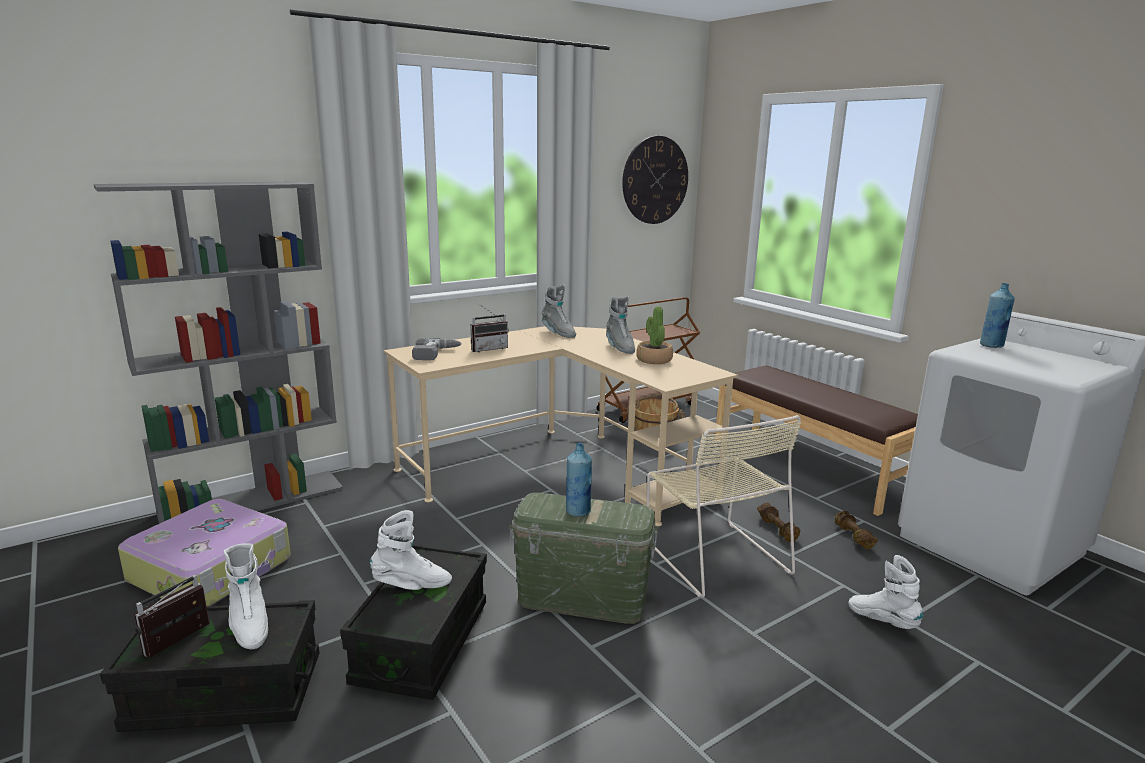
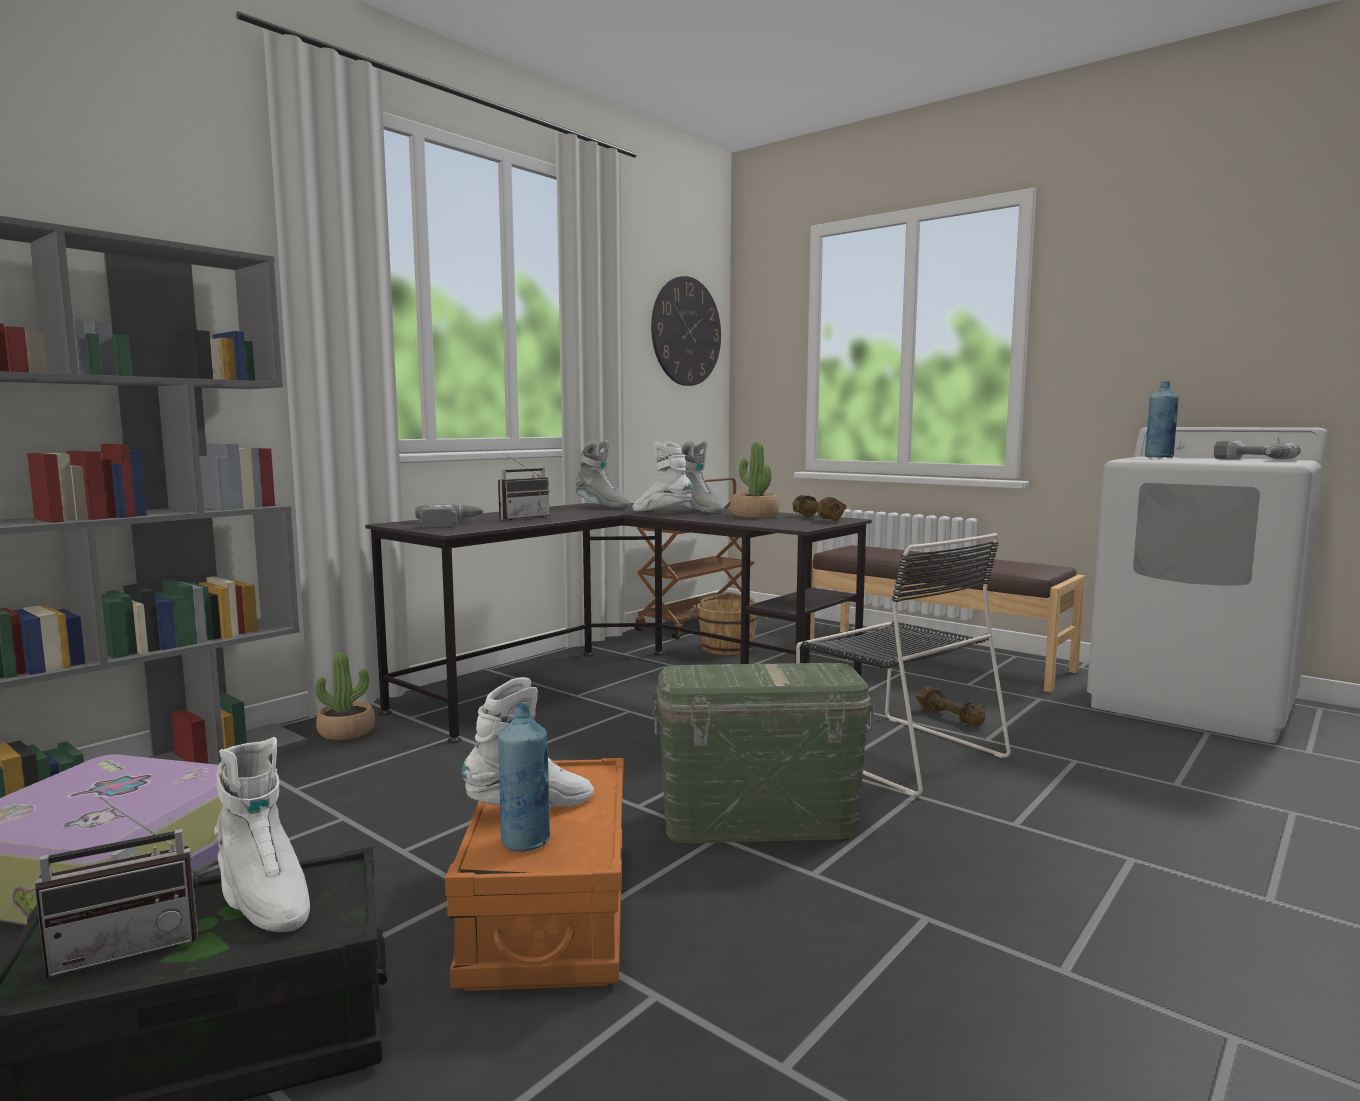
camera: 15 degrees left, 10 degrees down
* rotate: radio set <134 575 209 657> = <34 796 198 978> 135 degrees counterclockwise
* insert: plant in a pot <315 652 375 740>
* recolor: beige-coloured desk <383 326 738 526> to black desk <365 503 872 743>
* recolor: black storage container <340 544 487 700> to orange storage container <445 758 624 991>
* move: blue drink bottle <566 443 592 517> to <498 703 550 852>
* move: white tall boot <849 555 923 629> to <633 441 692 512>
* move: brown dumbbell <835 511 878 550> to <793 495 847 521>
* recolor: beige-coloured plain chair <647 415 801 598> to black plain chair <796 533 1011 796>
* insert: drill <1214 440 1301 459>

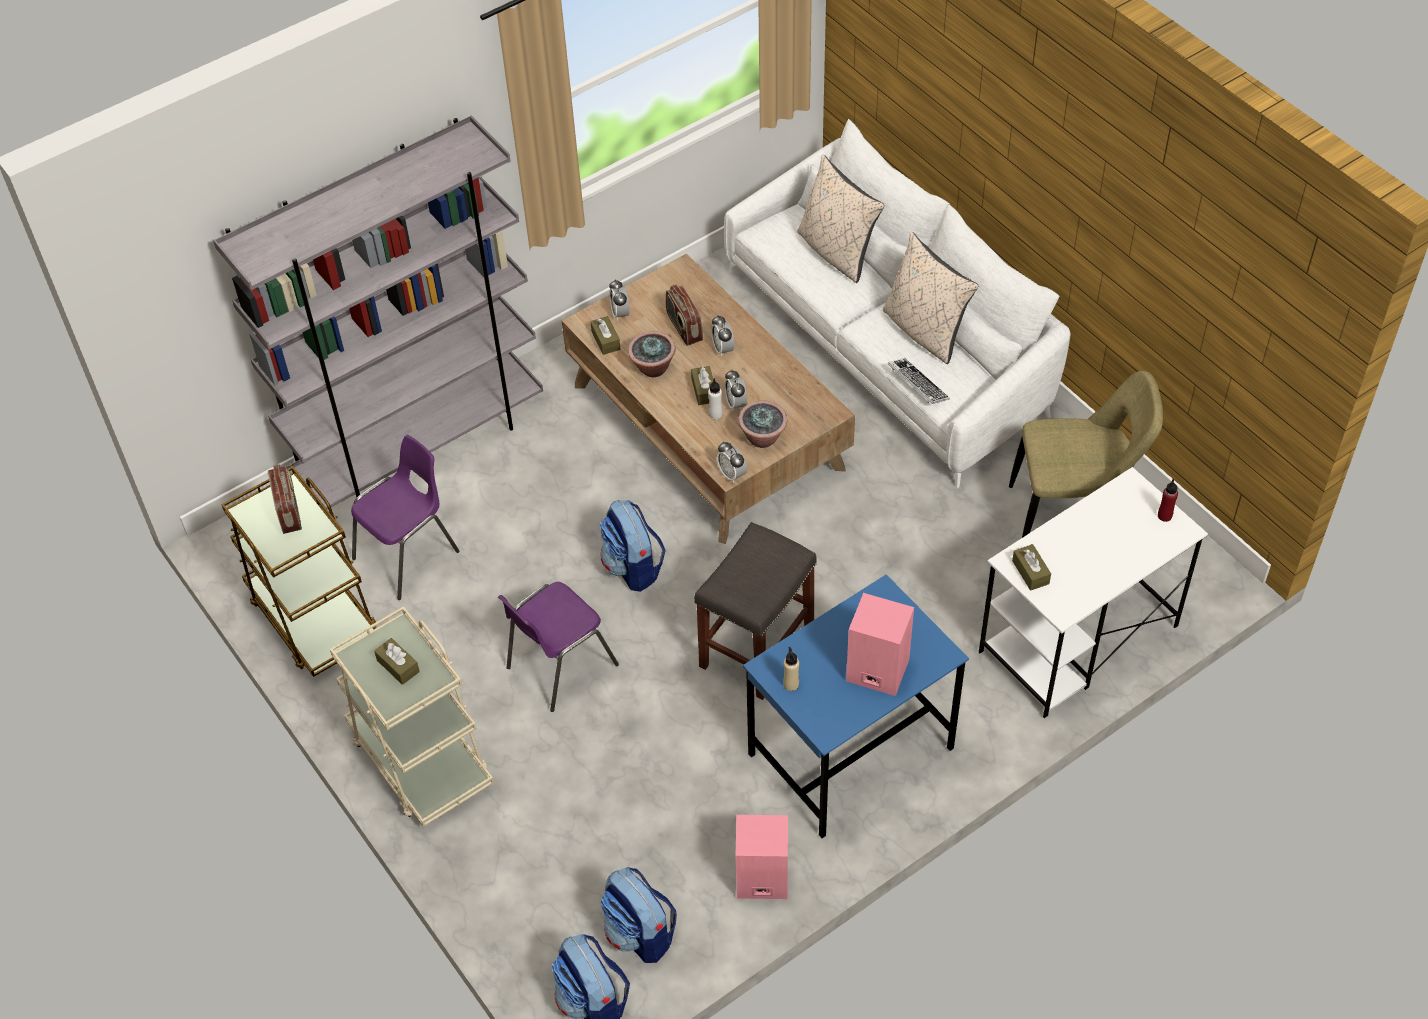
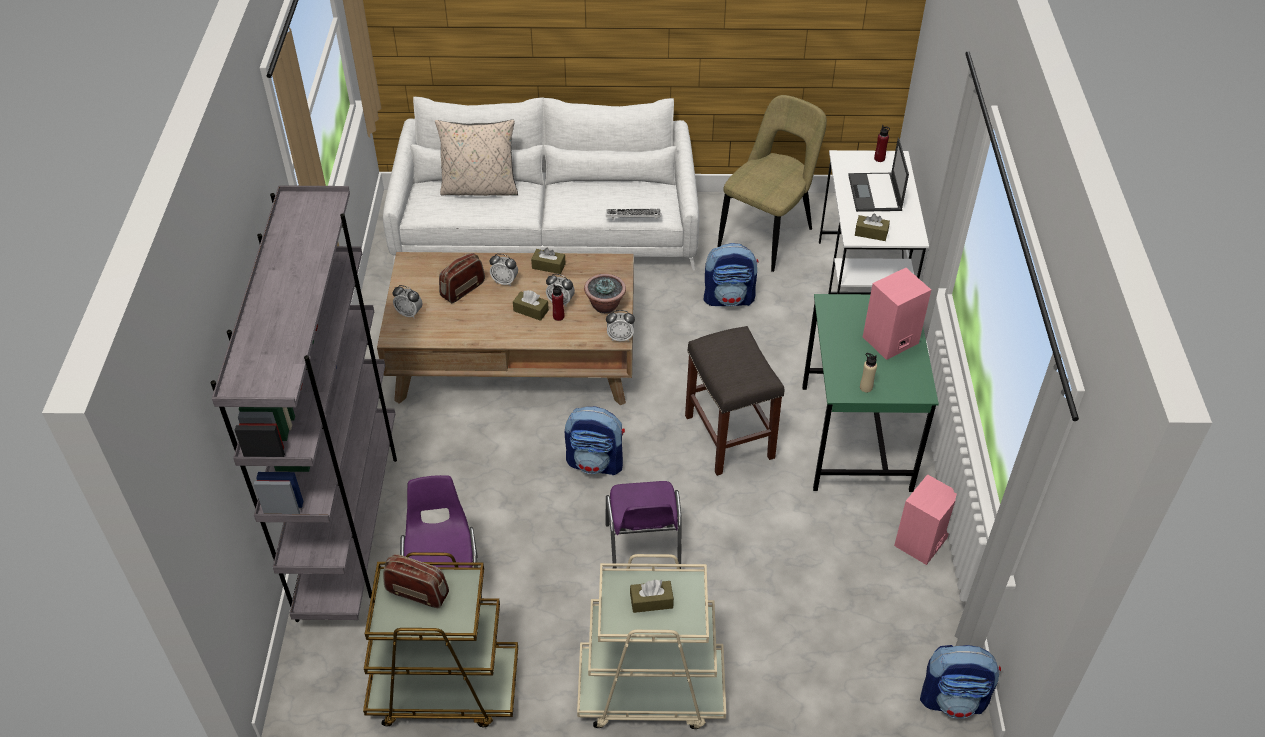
camera: 55 degrees left, 5 degrees down
* rotate: radio set <666 285 703 346> = <439 253 485 303> 120 degrees clockwise
* move: brown box of tissues <590 316 620 355> to <531 248 566 274>
* recolor: white drink bottle <708 379 723 419> to red-coloured drink bottle <552 284 564 321>
* move: backpack <601 867 677 963> to <704 243 759 306>
* recolor: blue desk <743 575 969 838> to green desk <802 294 939 492>
* insert: laptop <848 137 909 212>
* delete: plant in a pot <628 331 675 377>
* delete: beige-coloured throw pillow <883 232 978 364>

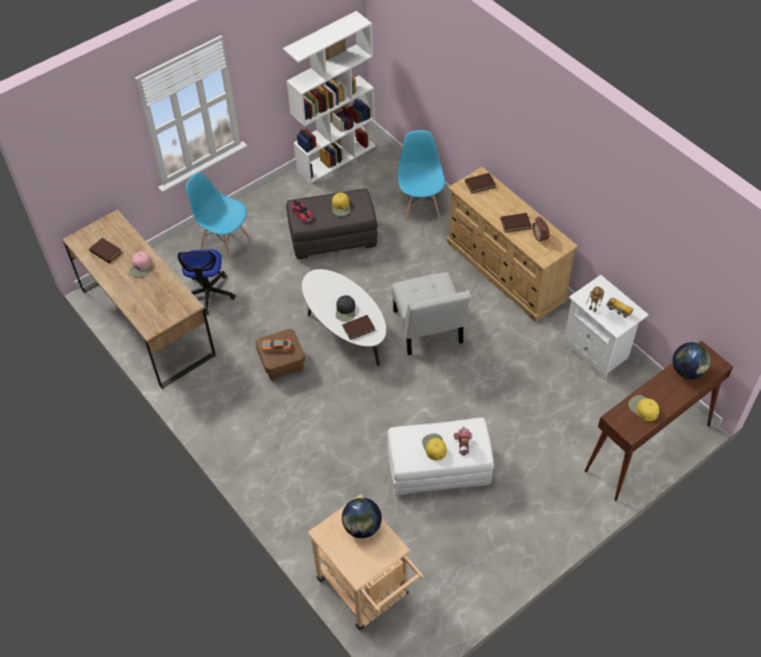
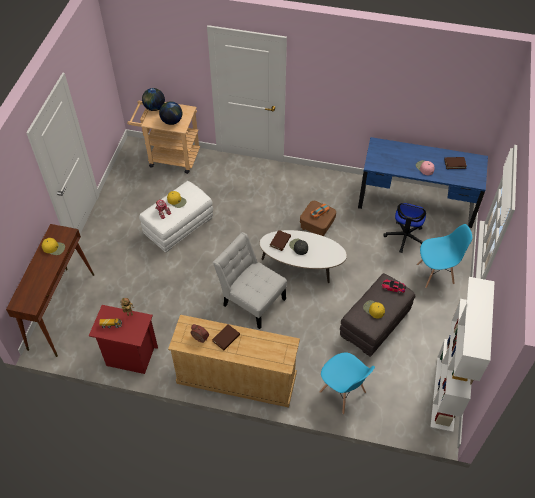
camera: 140 degrees right, 0 degrees up
* recolor: white bedside table <563 275 649 381> to red-coloured bedside table <89 305 158 374>
* move: globe <673 342 711 379> to <142 88 165 111>
* recolor: brown desk <62 210 216 389> to blue desk <358 137 488 228>
* rotate: office chair <178 249 236 315> = <383 203 426 253> 120 degrees counterclockwise
* delete: brown bound book <465 173 496 194>

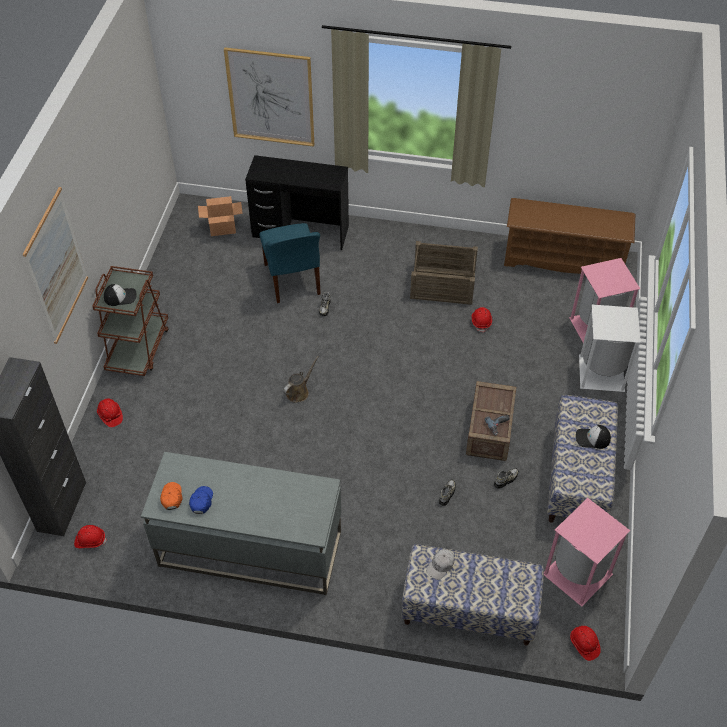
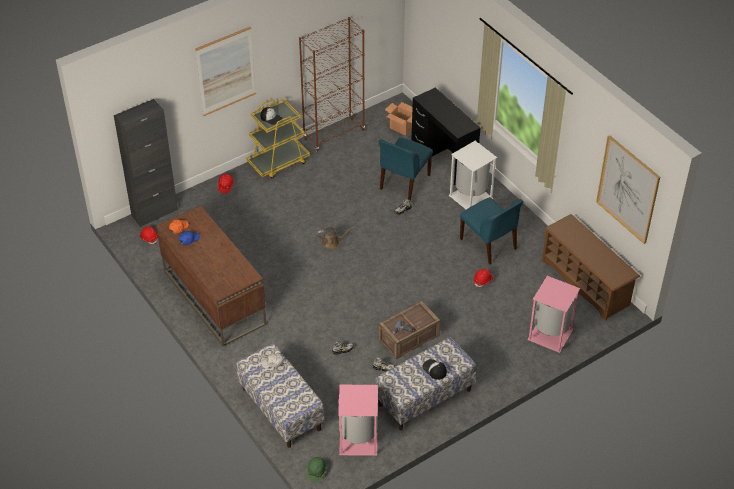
camera: 45 degrees right, 5 degrees down
* recolor: gray desk <141 452 341 595> to brown desk <156 206 267 346>
* recolor: brown trolley <92 266 169 376> to yellow trolley <247 99 310 178>
* insert: brown bookcase <299 17 365 152>
* recolor: red-coloured hard hat <570 626 601 661> to green hard hat <307 457 327 482>
* move: white waste bin <579 305 641 392> to <448 141 497 209>
* replace: crate <410 241 478 305> to blue plain chair <460 197 523 265>
* move: picture <224 47 314 147> to <596 135 660 244>

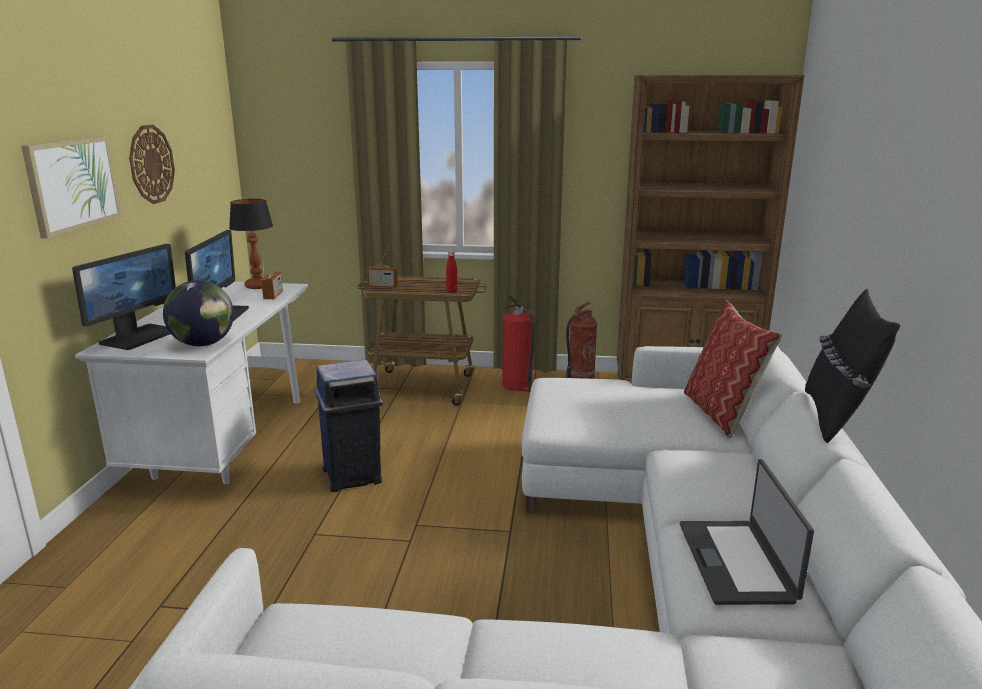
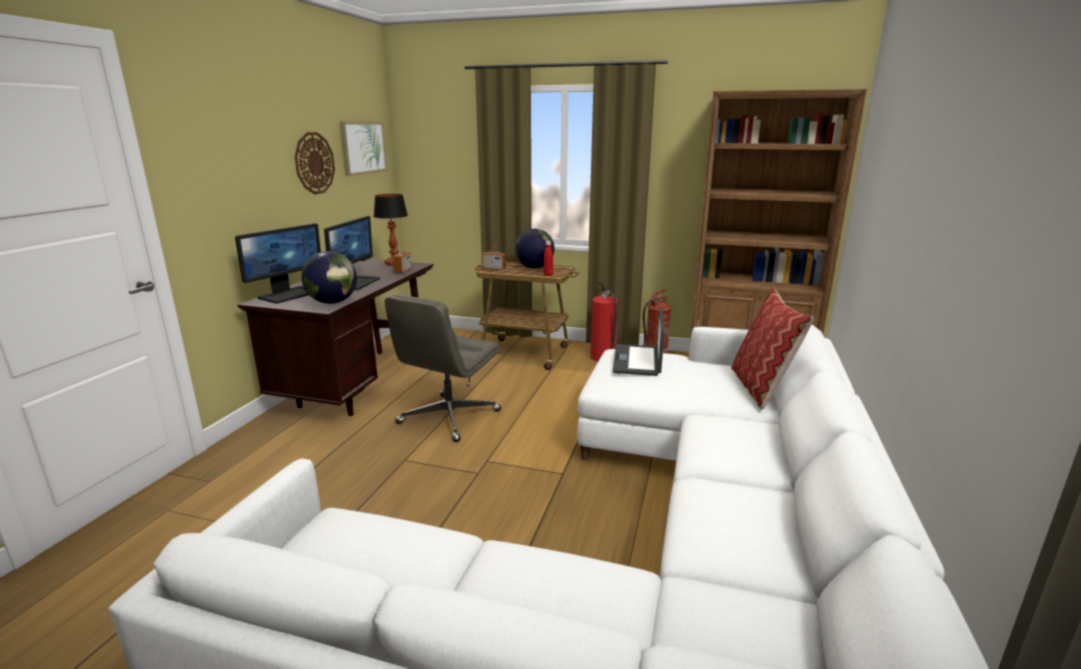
camera: 10 degrees right, 0 degrees up
* recolor: white desk <75 282 308 484> to brown desk <237 259 434 416>
* move: picture <21 136 121 239> to <339 121 387 176>
* replace: blue waste bin <315 360 383 492> to gray office chair <385 294 501 442>
* insert: globe <515 229 554 269>
* move: laptop <680 459 814 605> to <613 308 664 376>
* delete: black throw pillow <805 289 900 443>

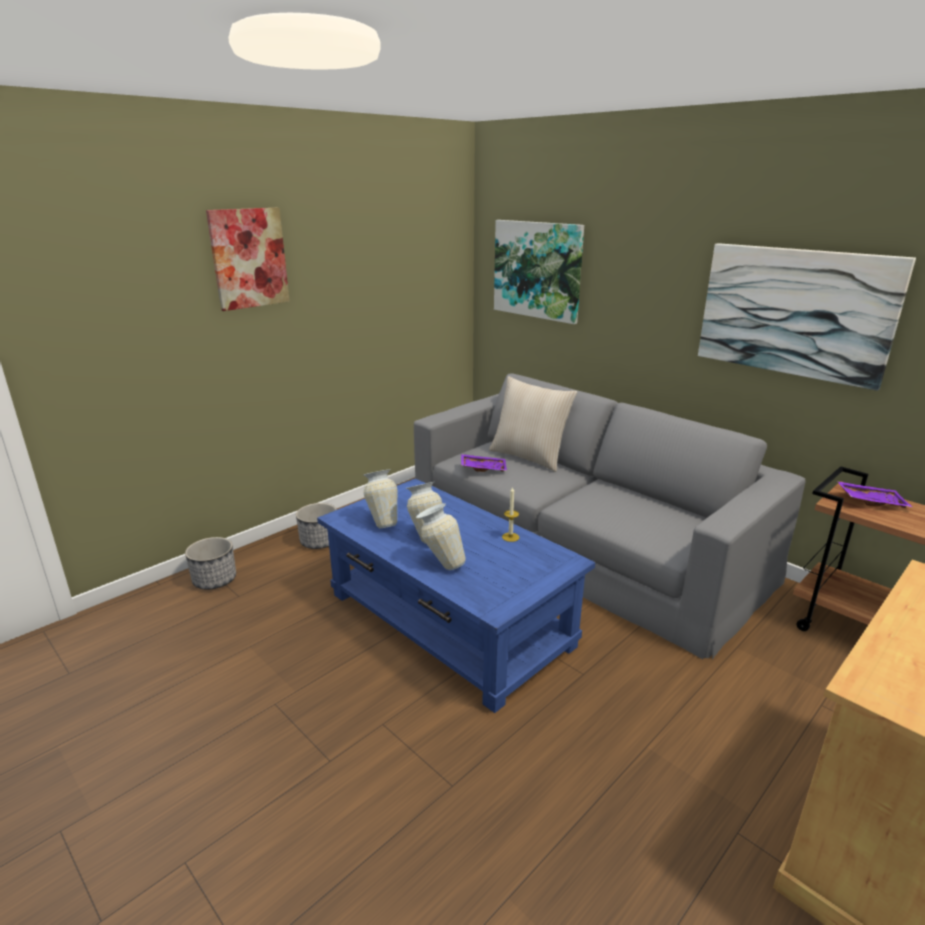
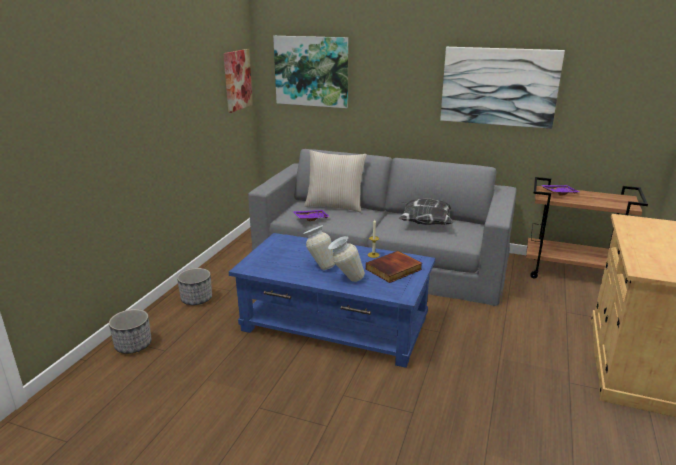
camera: 25 degrees left, 0 degrees up
* move: picture <206 208 290 311> to <223 49 253 113>
* insert: bound book <366 251 422 283>
* insert: throw pillow <399 198 453 225>
* delete: vase <363 469 397 529>

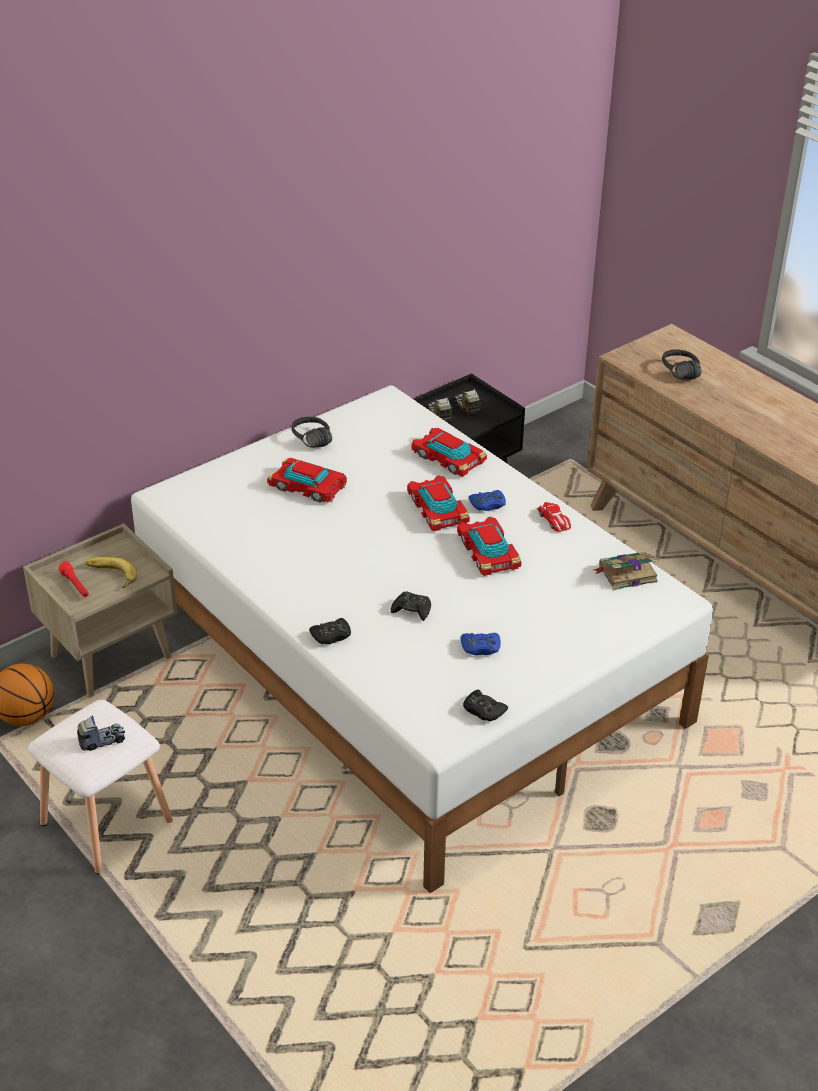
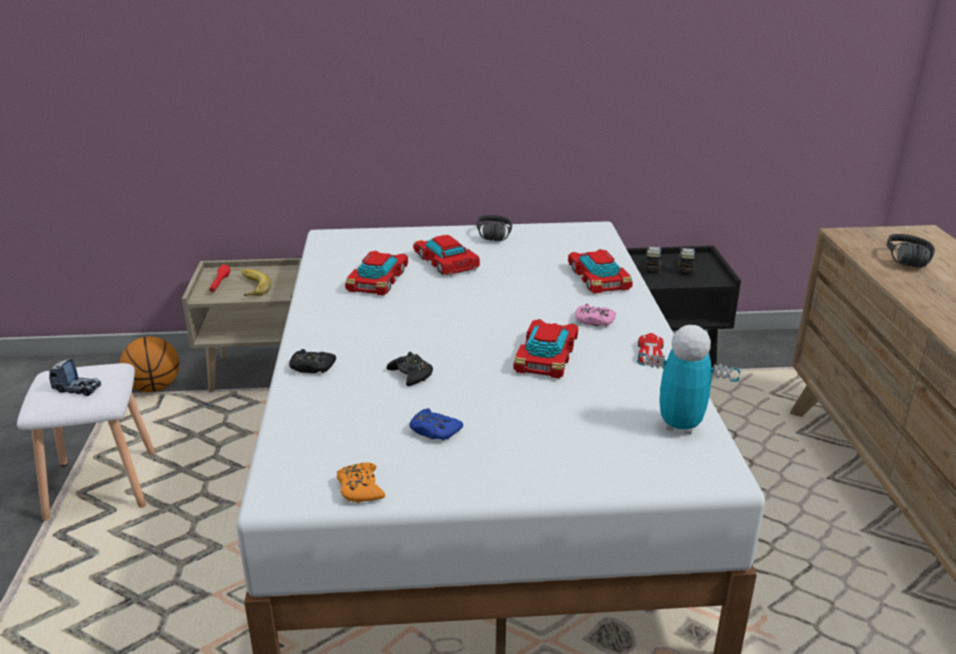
camera: 35 degrees right, 10 degrees down
* recolor: black game controller <463 690 508 721> to orange game controller <337 463 385 503>
* move: model car <407 475 470 531> to <345 251 408 295>
* recolor: blue game controller <469 490 506 511> to pink-coloured game controller <575 304 616 326>
* replace: bound book <594 551 659 590> to model robot <637 325 740 435>

